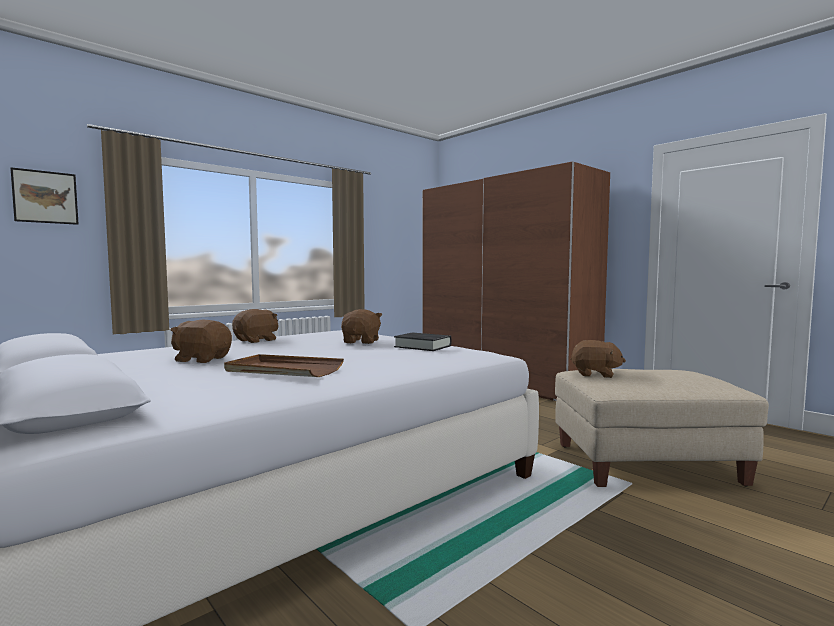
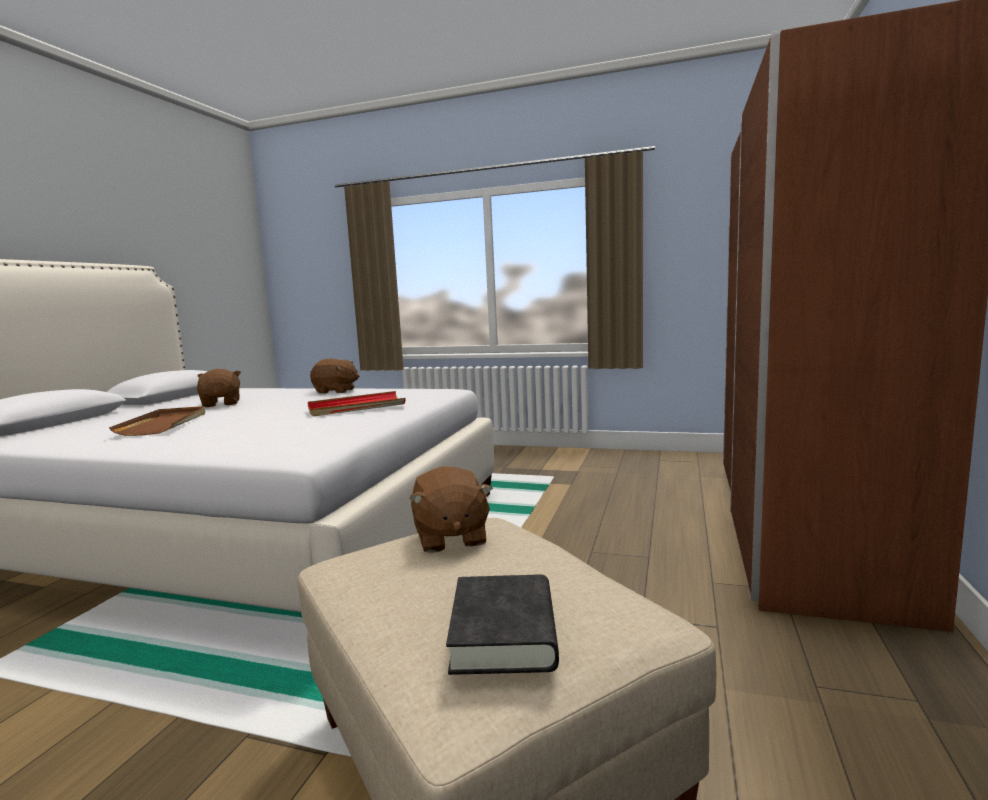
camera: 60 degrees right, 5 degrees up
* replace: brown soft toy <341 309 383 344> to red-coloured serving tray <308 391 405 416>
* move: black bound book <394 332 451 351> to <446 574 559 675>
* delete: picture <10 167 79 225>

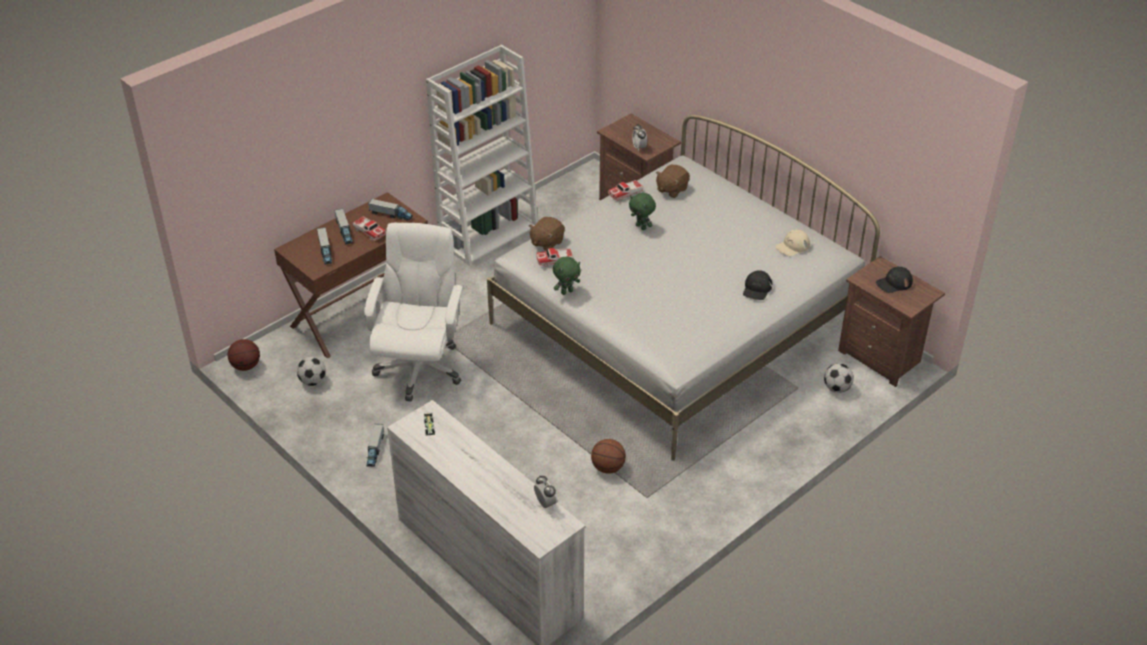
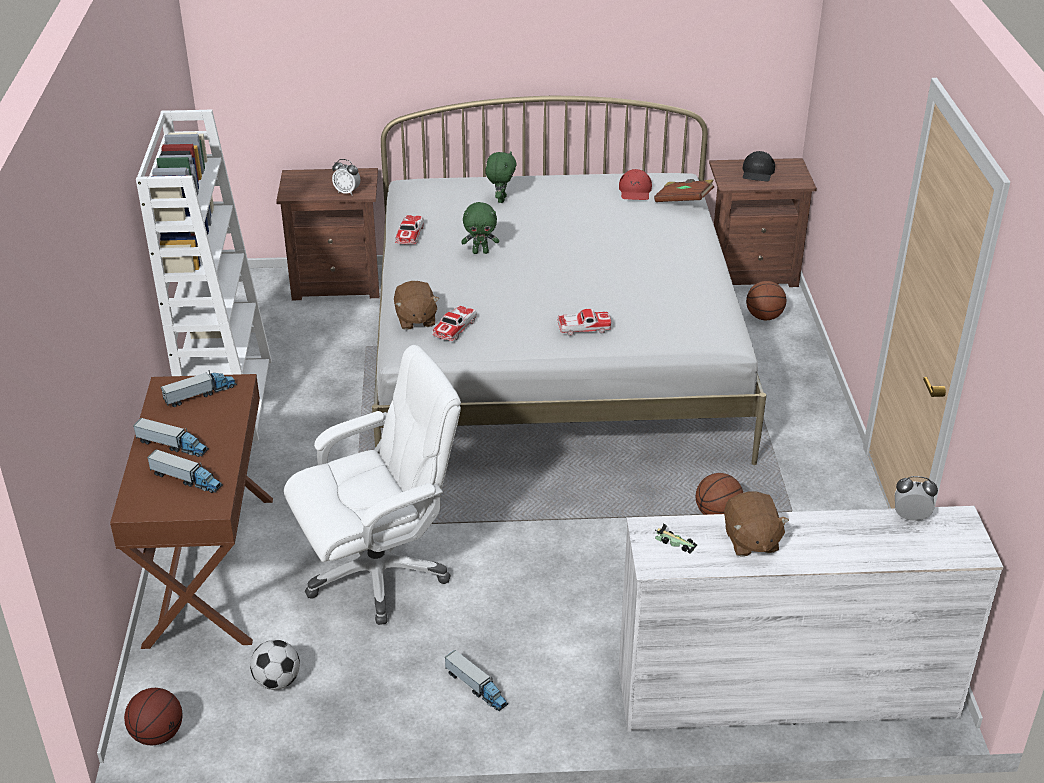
camera: 50 degrees left, 5 degrees down
* rotate: white office chair <364 223 464 401> = <284 345 461 625> 105 degrees clockwise
* move: green soft toy <553 257 581 295> to <485 151 517 203>
* move: model car <353 217 386 241> to <557 309 611 336>
* recolor: beige-coloured cap <775 230 810 256> to red-coloured cap <619 169 652 200>
* insert: brown bound book <654 179 714 202>
* move: brown soft toy <656 165 690 198> to <724 491 789 557>
* replace: football ball <824 363 854 393> to basketball ball <746 281 786 320>
* delete: black cap <743 270 772 300>

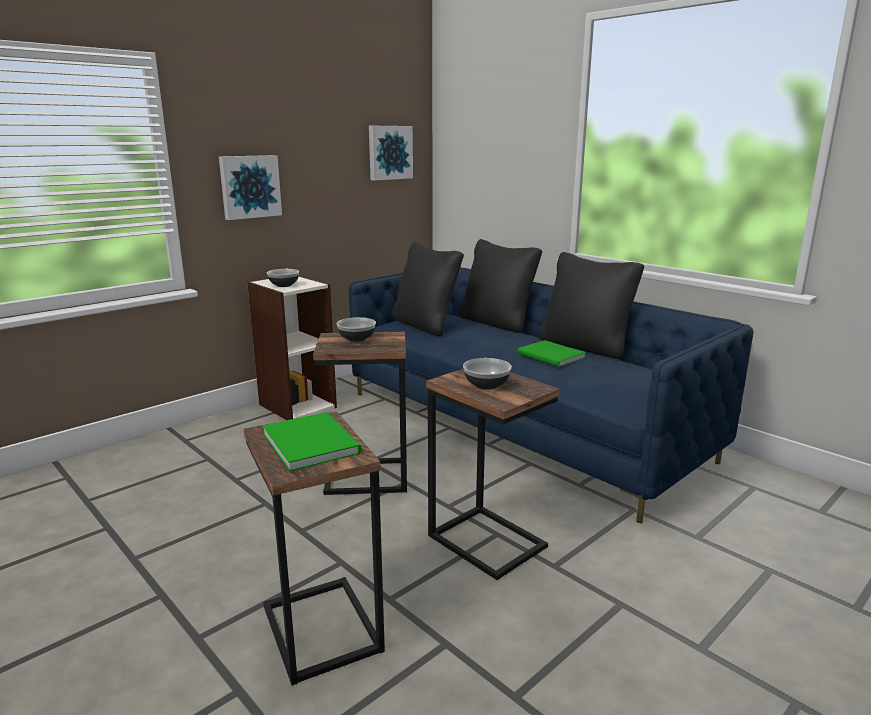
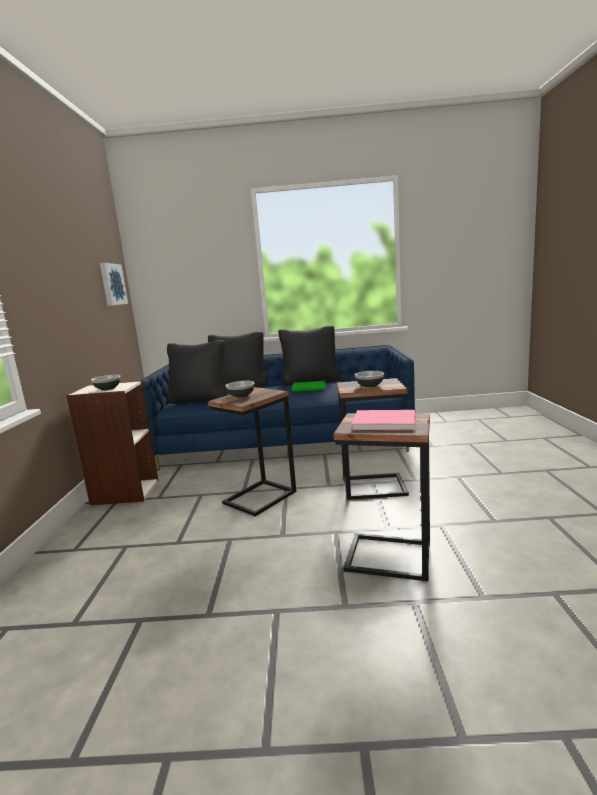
camera: 45 degrees left, 5 degrees down
* recolor: green bound book <263 412 361 471> to pink-coloured bound book <351 410 415 430>
* delete: picture <219 155 282 220>

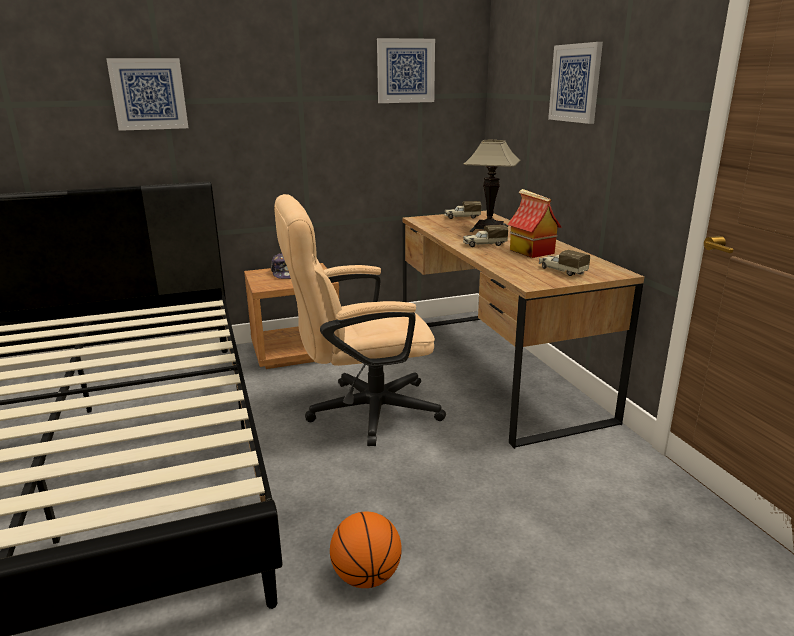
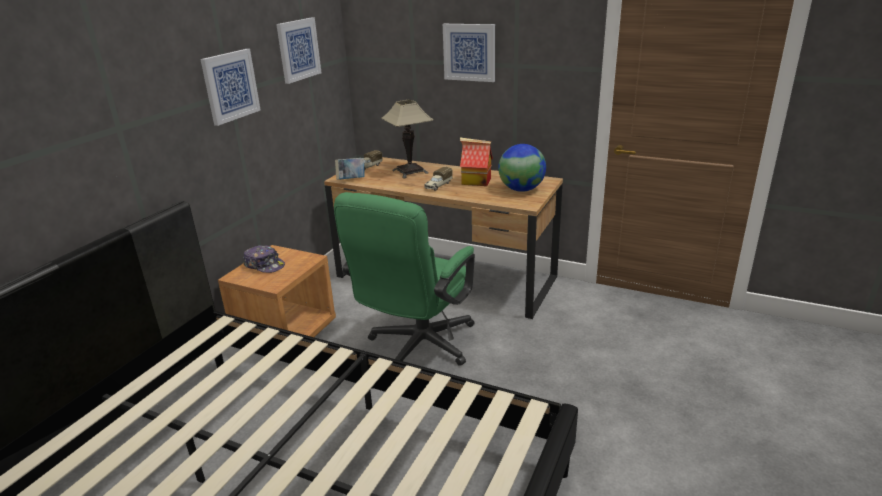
camera: 45 degrees left, 5 degrees up
* move: picture <106 58 188 131> to <200 49 261 126>
* recolor: beige-coloured office chair <274 194 446 446> to green office chair <334 192 475 366>
* insert: bound book <335 158 365 180>
* replace: toy lorry <539 250 590 276> to globe <498 144 546 192>
* delete: basketball ball <330 512 402 588>

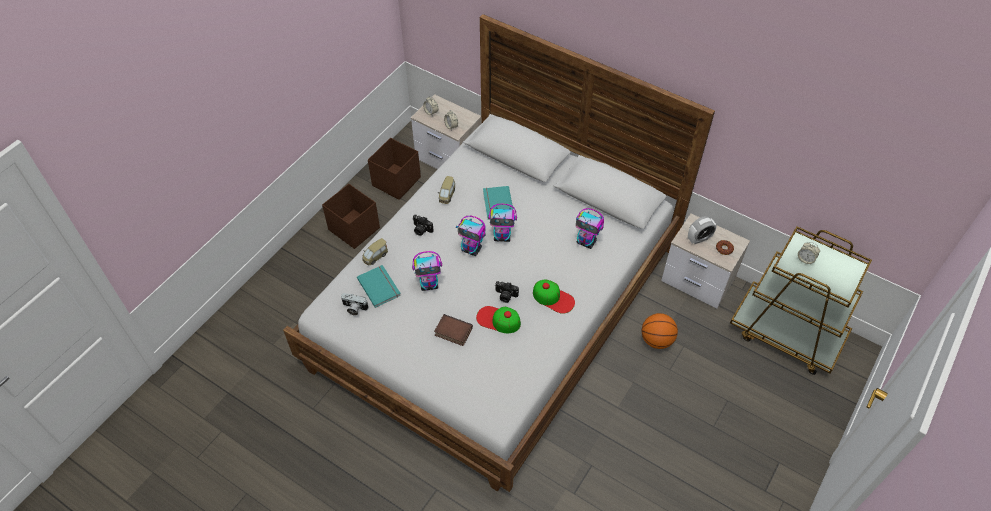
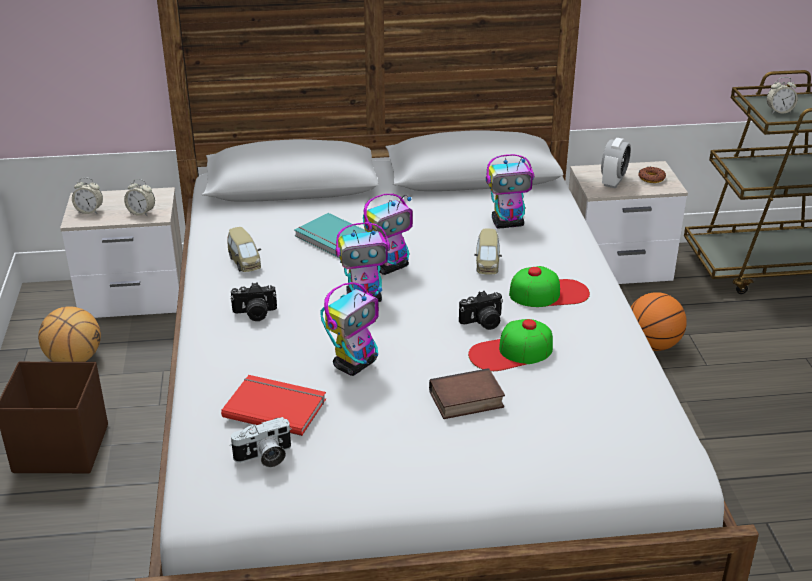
camera: 40 degrees left, 20 degrees down
* replace: brown storage container <368 138 421 200> to basketball ball <38 306 101 362>
* recolor: blue-green bound book <357 265 401 308> to red-coloured bound book <221 375 326 436>
* move: model car <362 238 388 266> to <474 228 502 275>

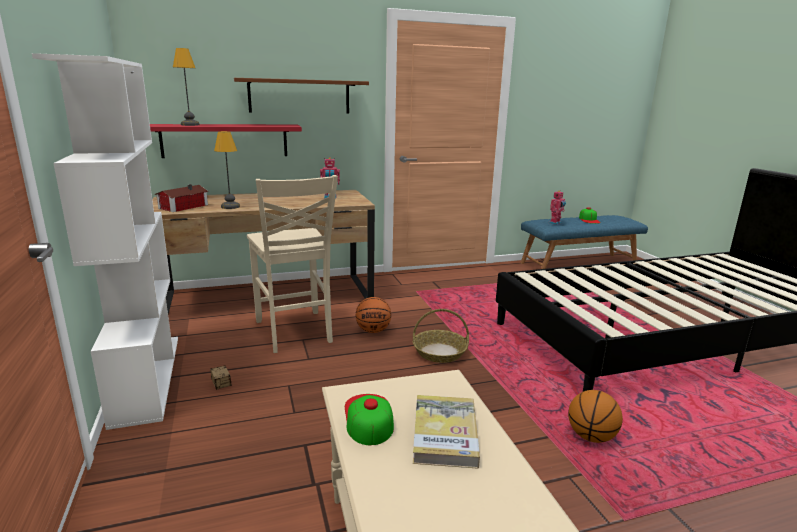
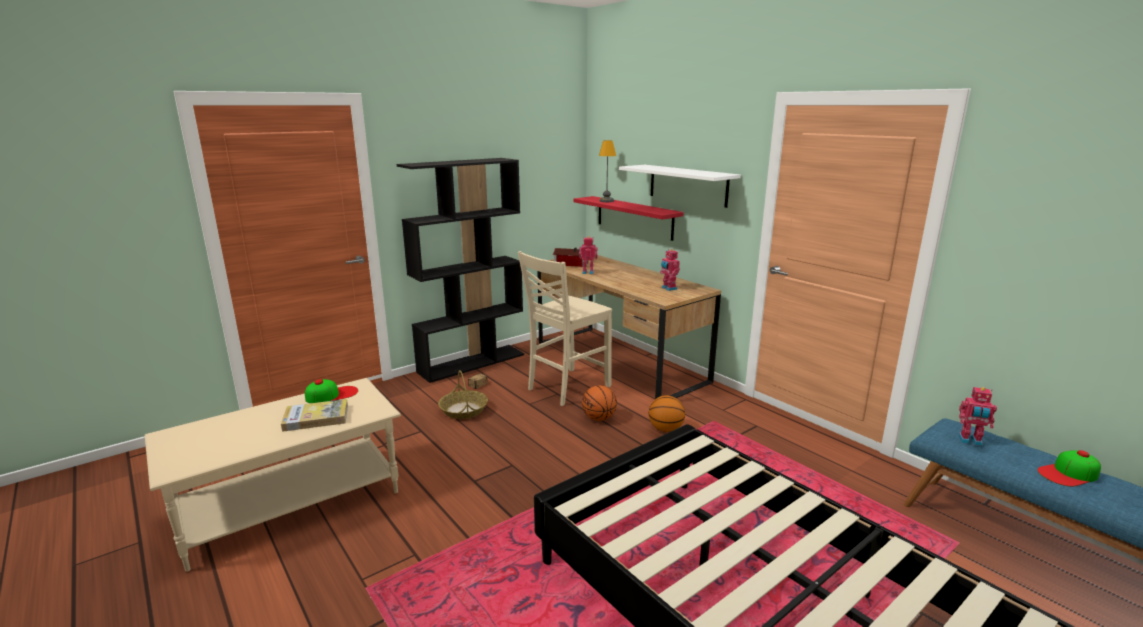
camera: 70 degrees right, 0 degrees up
* recolor: white bookcase <32 53 178 430> to black bookcase <397 158 524 383>
* move: household basket <413 309 469 363> to <438 370 488 419>
* replace: tabletop lamp <214 131 240 209> to model robot <579 236 598 274>
* recolor: brown bracket shelf <234 78 369 114> to white bracket shelf <619 165 741 208>
* move: basketball ball <568 390 623 443> to <649 395 685 432>

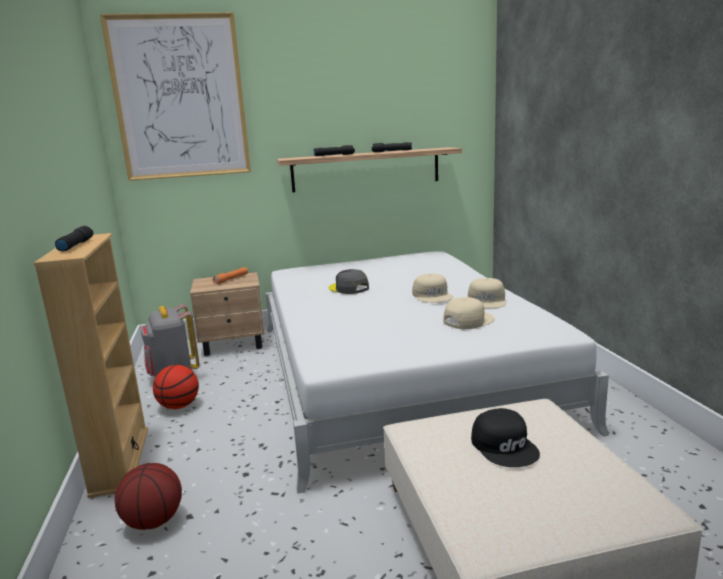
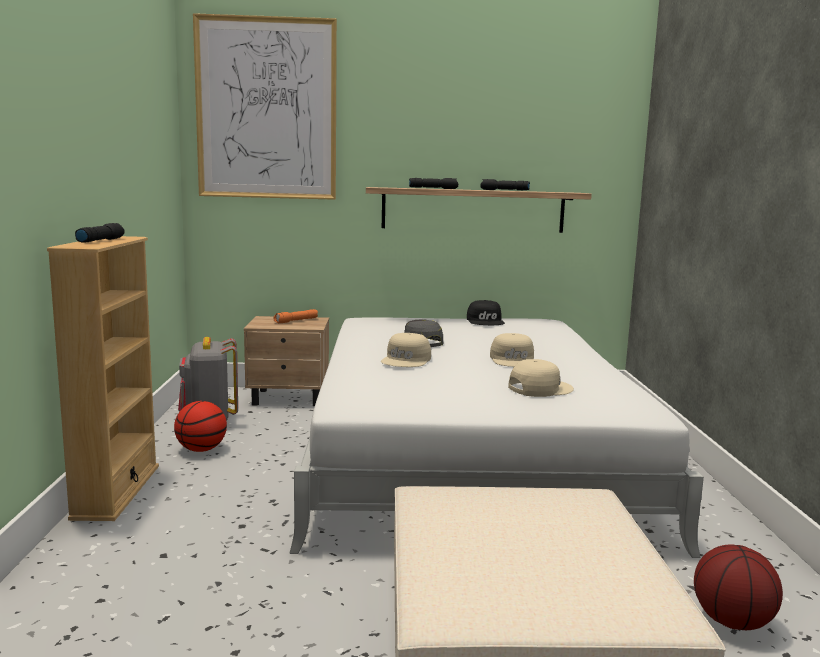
camera: 10 degrees right, 5 degrees down
* move: beige-coloured cap <468 278 506 308> to <381 333 431 367>
* move: black cap <471 408 540 467> to <467 300 505 325>
* move: basketball ball <115 463 182 530> to <694 544 783 630>

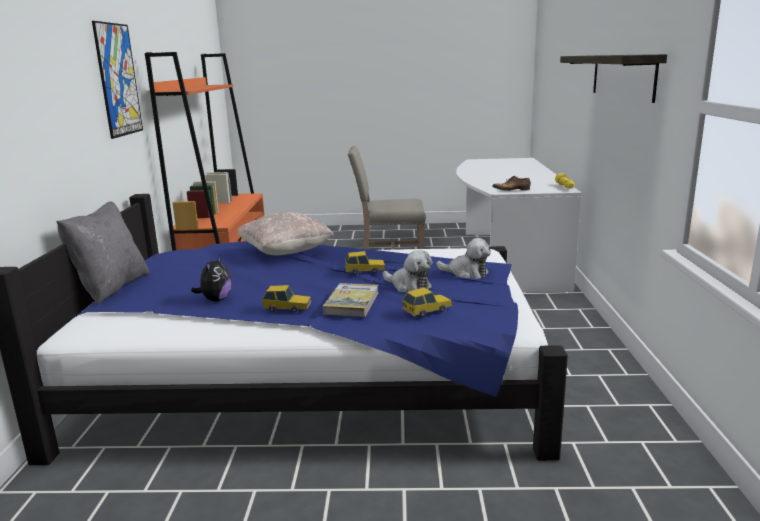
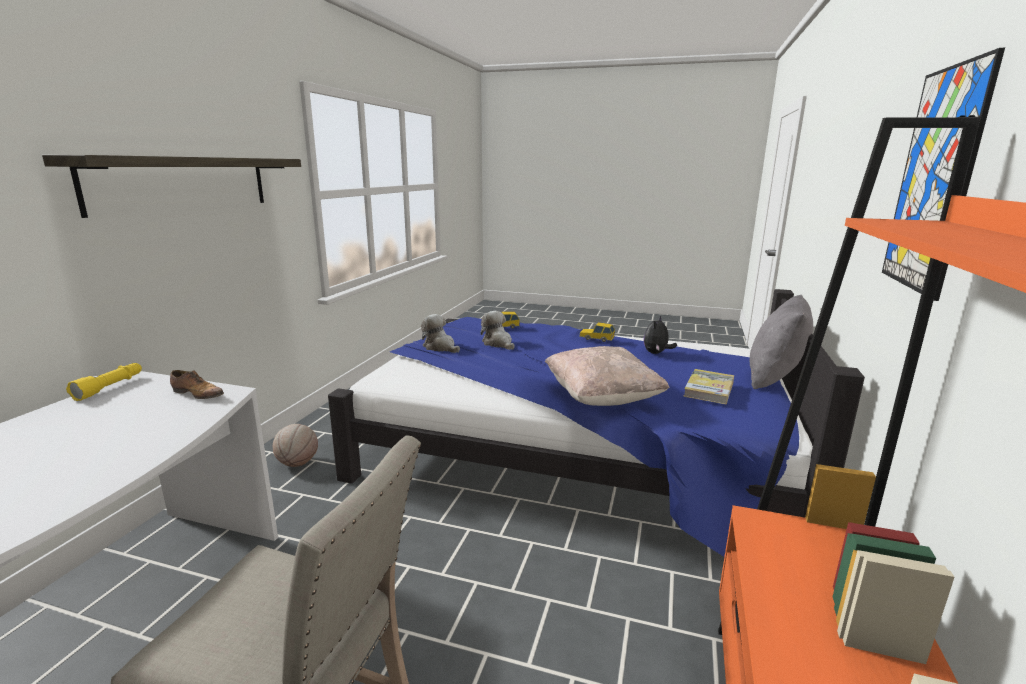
camera: 165 degrees left, 0 degrees up
* insert: basketball ball <273 424 318 467>
* move: bound book <323 283 379 317> to <683 369 734 404>
* delete: model car <345 251 385 274>

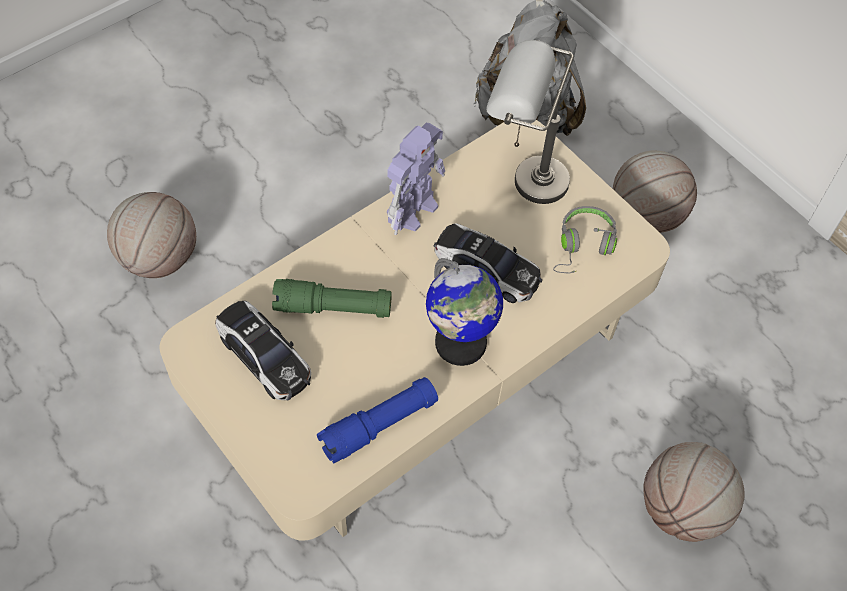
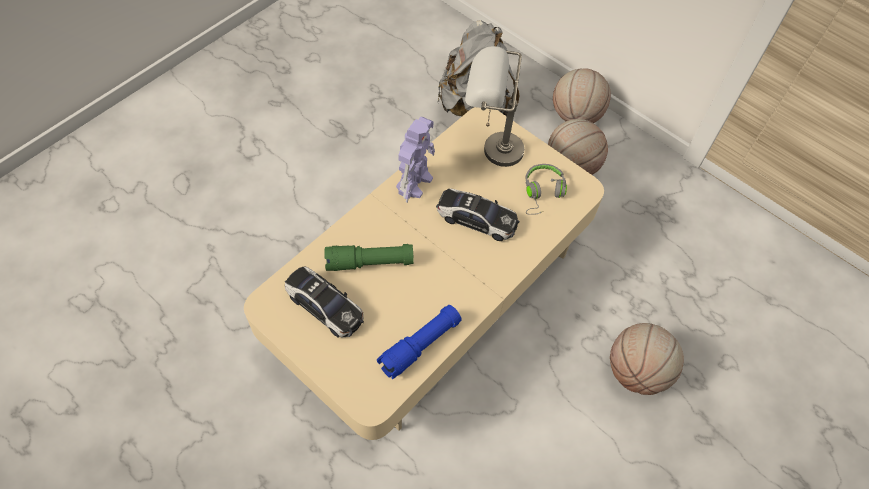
camera: 10 degrees left, 0 degrees up
* move: basketball ball <107 192 196 278> to <553 68 611 123>
* delete: globe <426 258 503 366>

